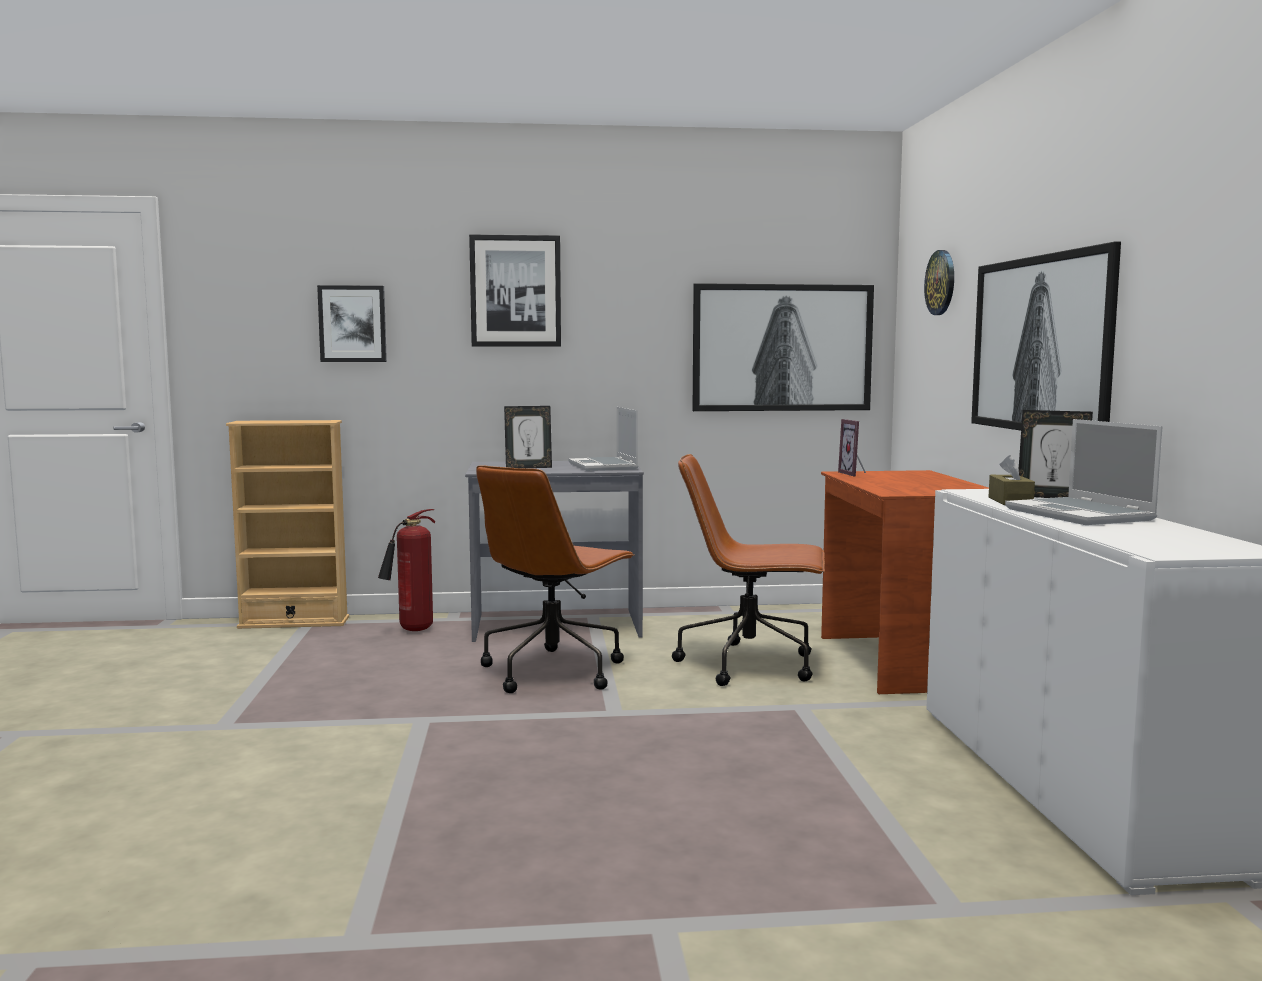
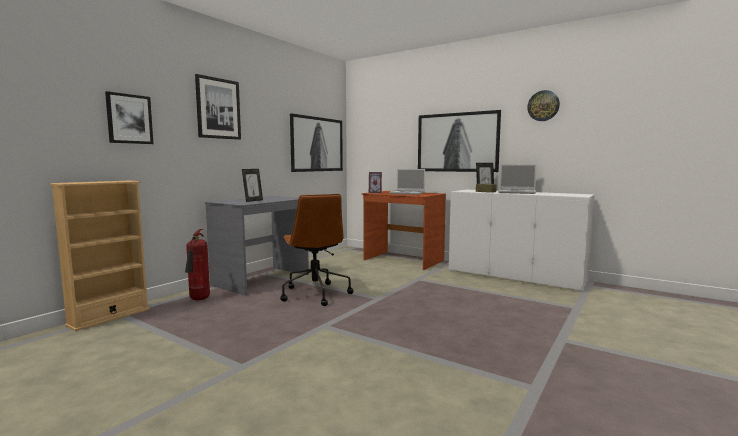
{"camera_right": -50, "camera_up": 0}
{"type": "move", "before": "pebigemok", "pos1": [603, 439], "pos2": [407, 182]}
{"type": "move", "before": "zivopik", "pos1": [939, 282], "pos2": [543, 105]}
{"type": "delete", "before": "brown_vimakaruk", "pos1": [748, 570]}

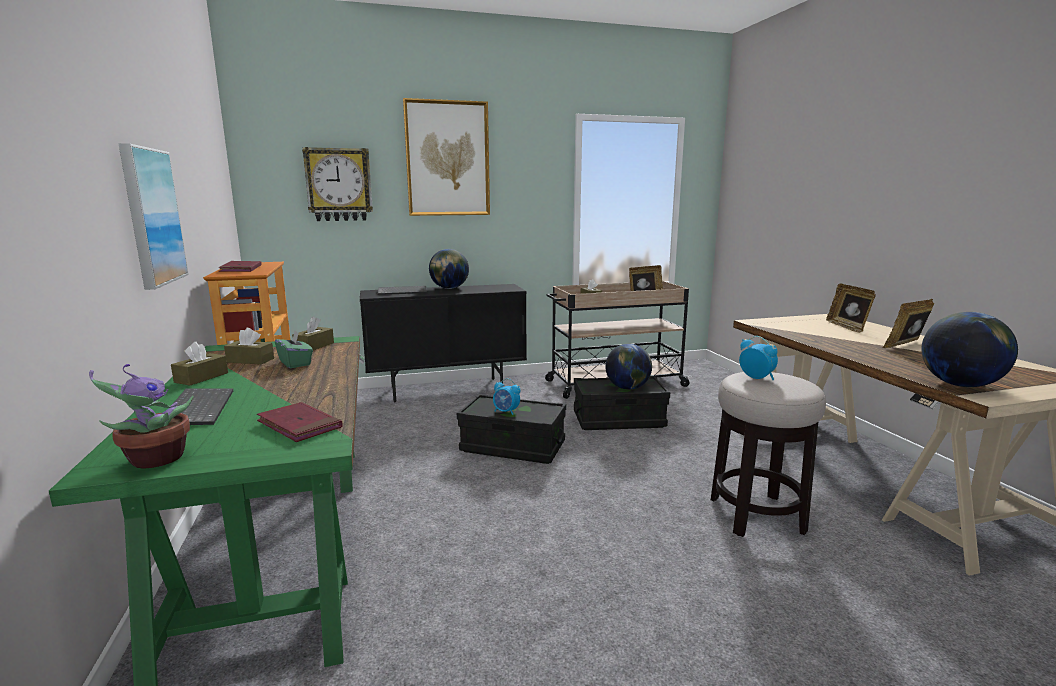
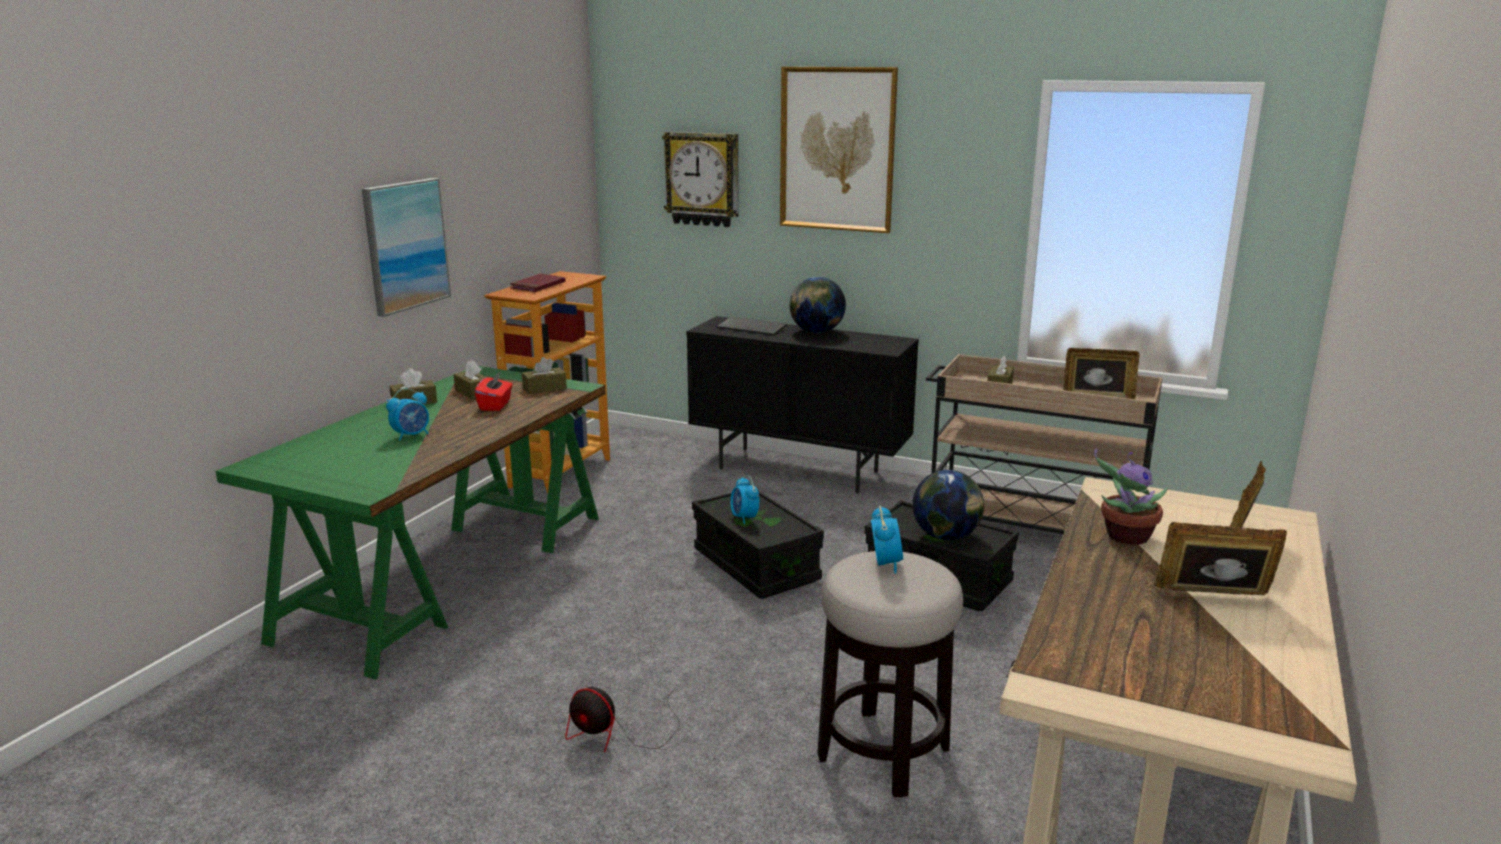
{"camera_right": 40, "camera_up": 5}
{"type": "insert", "after": "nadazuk", "pos2": [407, 414]}
{"type": "recolor", "before": "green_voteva", "after": "red_voteva", "pos1": [294, 349], "pos2": [494, 391]}
{"type": "insert", "after": "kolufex", "pos2": [622, 720]}
{"type": "move", "before": "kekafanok", "pos1": [141, 416], "pos2": [1131, 496]}
{"type": "delete", "before": "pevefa", "pos1": [203, 406]}
{"type": "delete", "before": "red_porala", "pos1": [299, 422]}
{"type": "delete", "before": "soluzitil", "pos1": [969, 349]}

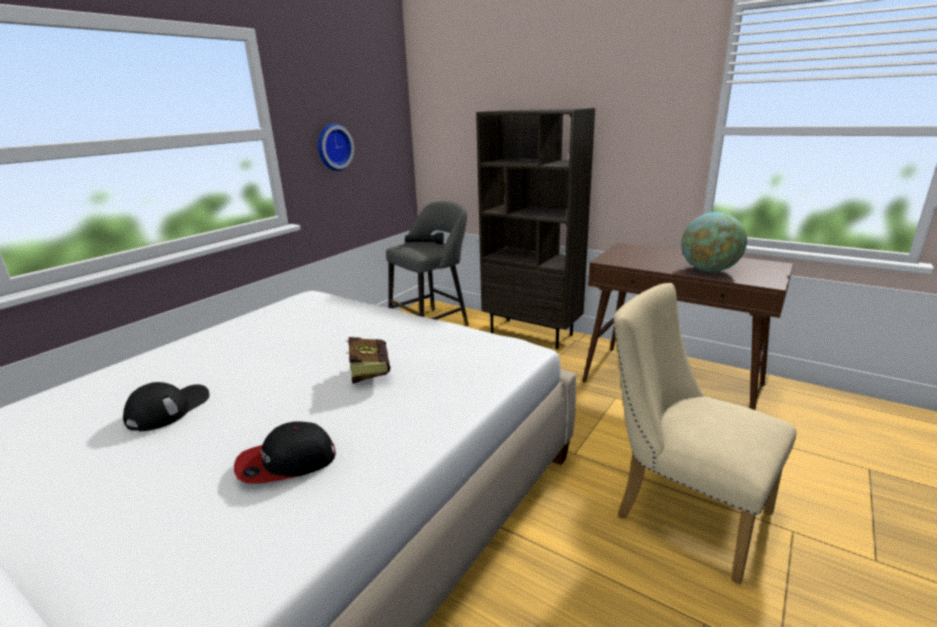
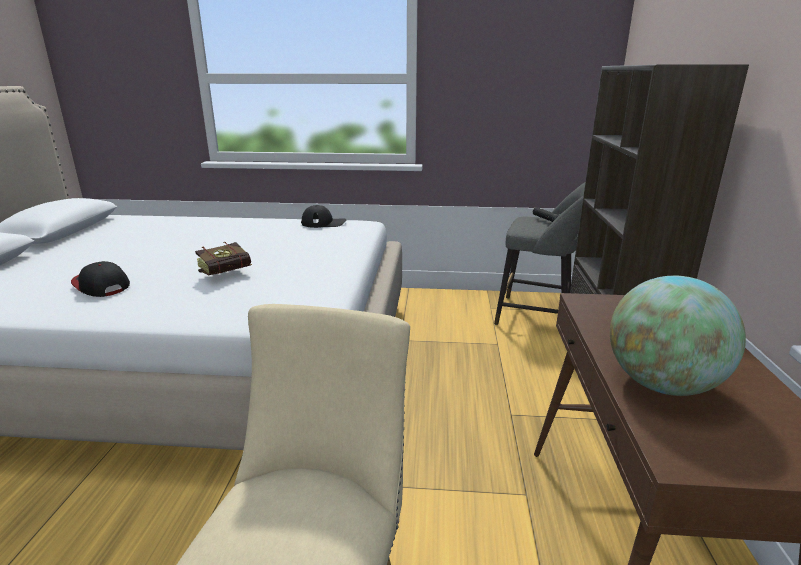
{"camera_right": 60, "camera_up": 0}
{"type": "move", "before": "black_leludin", "pos1": [166, 407], "pos2": [323, 216]}
{"type": "delete", "before": "zivopik", "pos1": [336, 147]}

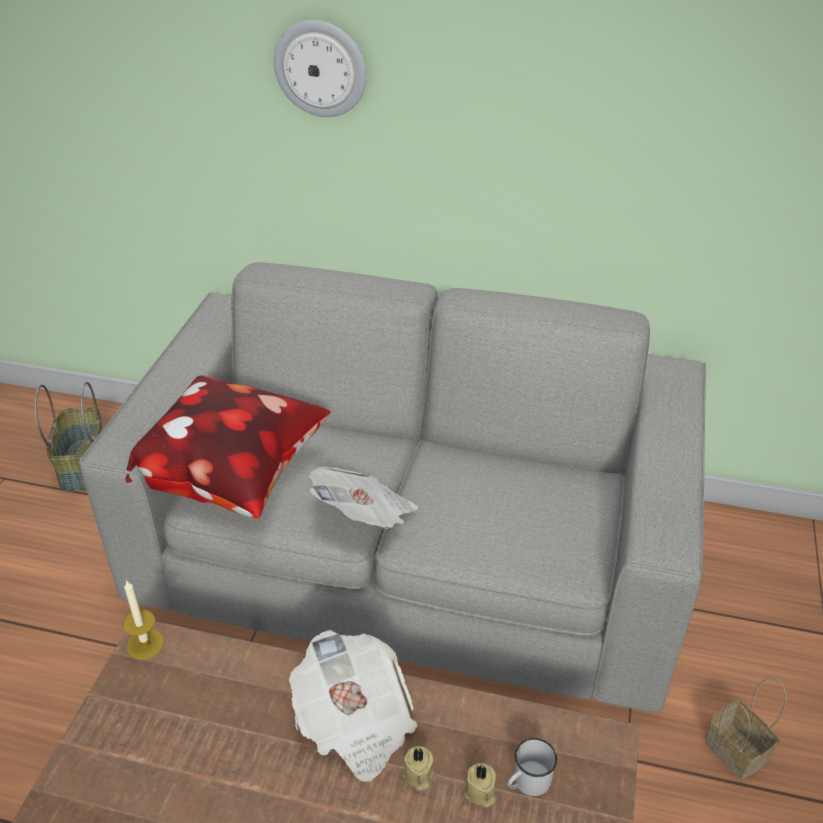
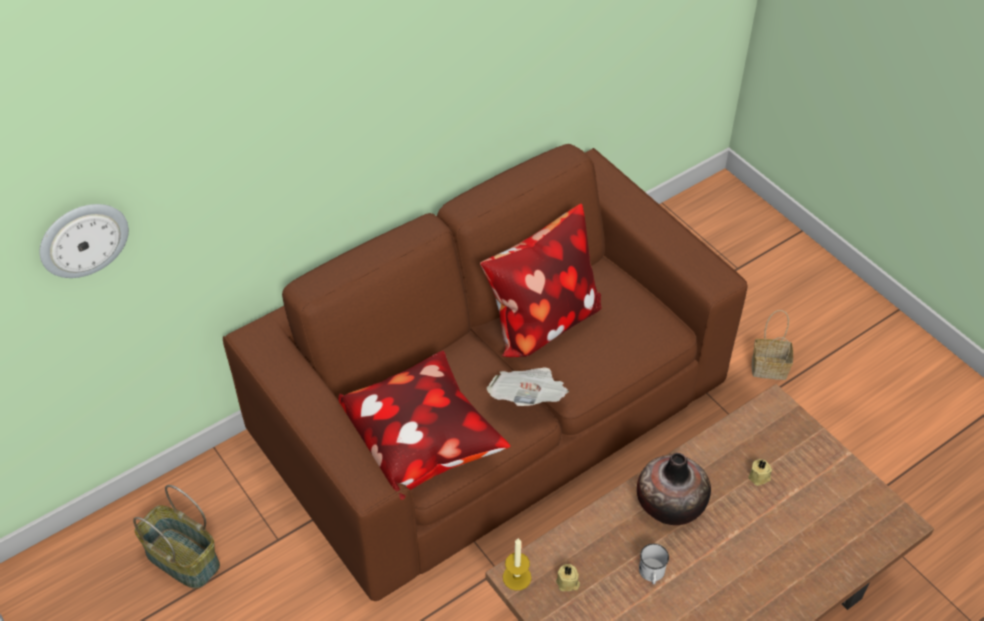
{"camera_right": -50, "camera_up": 10}
{"type": "move", "before": "zivopik", "pos1": [320, 68], "pos2": [84, 241]}
{"type": "recolor", "before": "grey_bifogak", "after": "brown_bifogak", "pos1": [392, 487], "pos2": [485, 372]}
{"type": "insert", "after": "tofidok", "pos2": [541, 280]}
{"type": "move", "before": "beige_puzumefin", "pos1": [418, 768], "pos2": [568, 577]}
{"type": "replace", "before": "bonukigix", "after": "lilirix", "pos1": [353, 706], "pos2": [674, 489]}
{"type": "move", "before": "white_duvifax", "pos1": [532, 767], "pos2": [654, 564]}

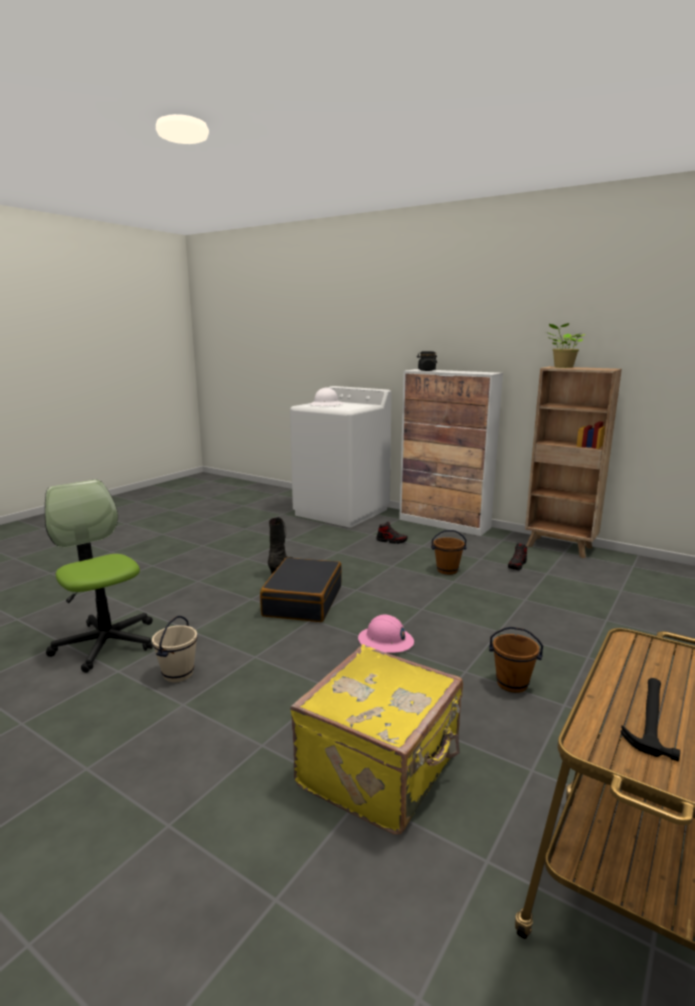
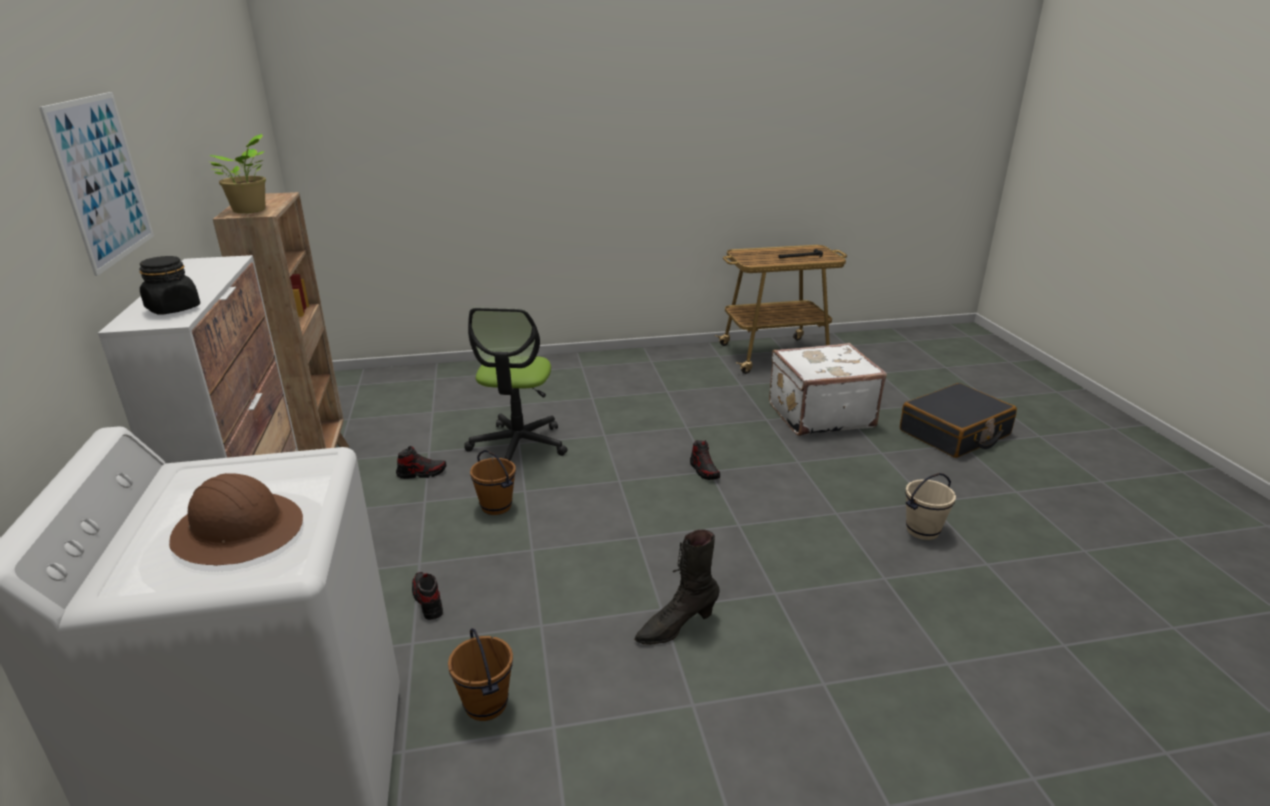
{"camera_right": -135, "camera_up": 10}
{"type": "insert", "after": "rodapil", "pos2": [96, 184]}
{"type": "recolor", "before": "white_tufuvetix", "after": "brown_tufuvetix", "pos1": [326, 397], "pos2": [236, 519]}
{"type": "move", "before": "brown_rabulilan", "pos1": [516, 660], "pos2": [480, 674]}
{"type": "move", "before": "vimakaruk", "pos1": [99, 576], "pos2": [515, 384]}
{"type": "replace", "before": "pink_tufuvetix", "after": "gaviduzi", "pos1": [386, 634], "pos2": [705, 460]}
{"type": "recolor", "before": "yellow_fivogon", "after": "white_fivogon", "pos1": [376, 739], "pos2": [828, 389]}
{"type": "move", "before": "black_fivogon", "pos1": [301, 590], "pos2": [958, 420]}

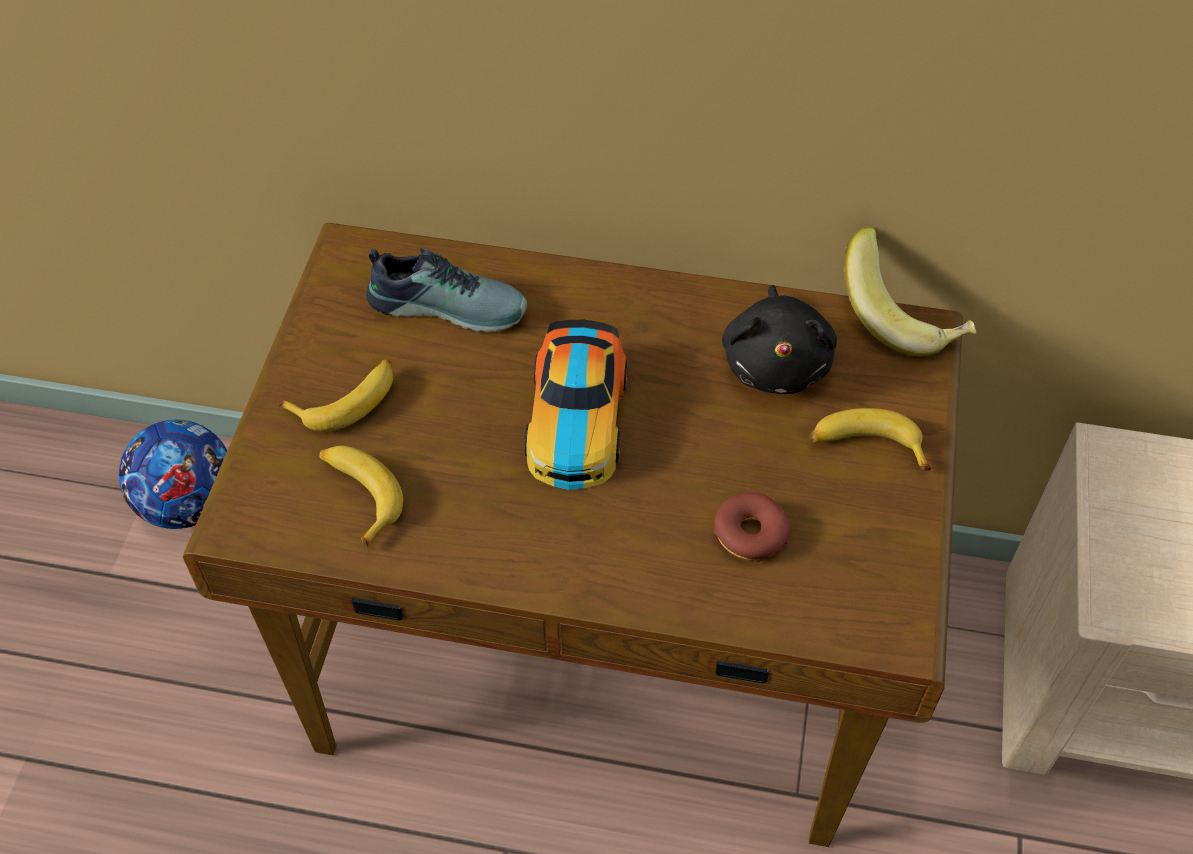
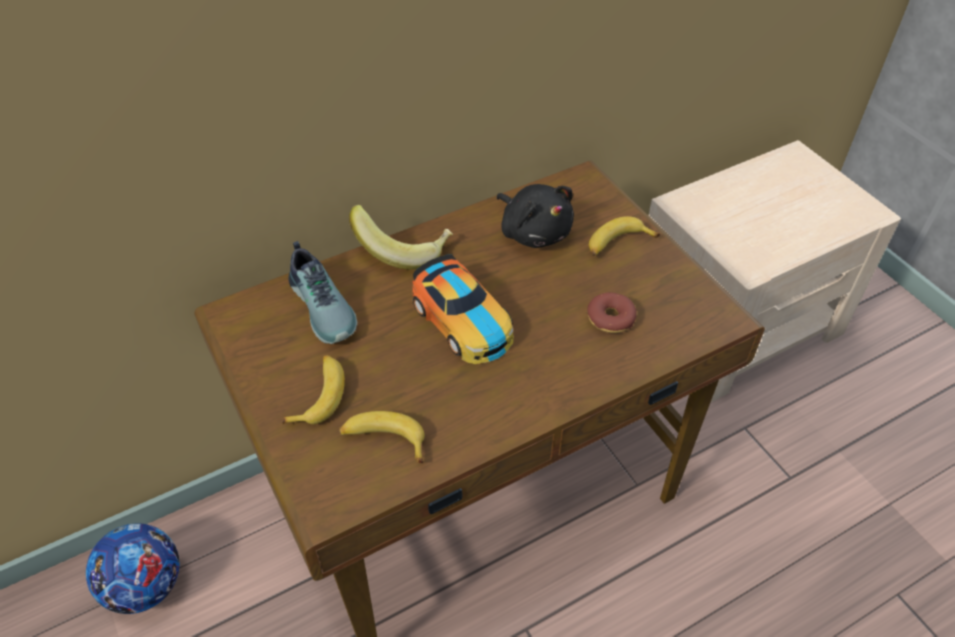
{"camera_right": -40, "camera_up": -5}
{"type": "rotate", "before": "gaviduzi", "pos1": [446, 290], "pos2": [323, 292], "turn": 90}
{"type": "move", "before": "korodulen", "pos1": [910, 291], "pos2": [401, 237]}

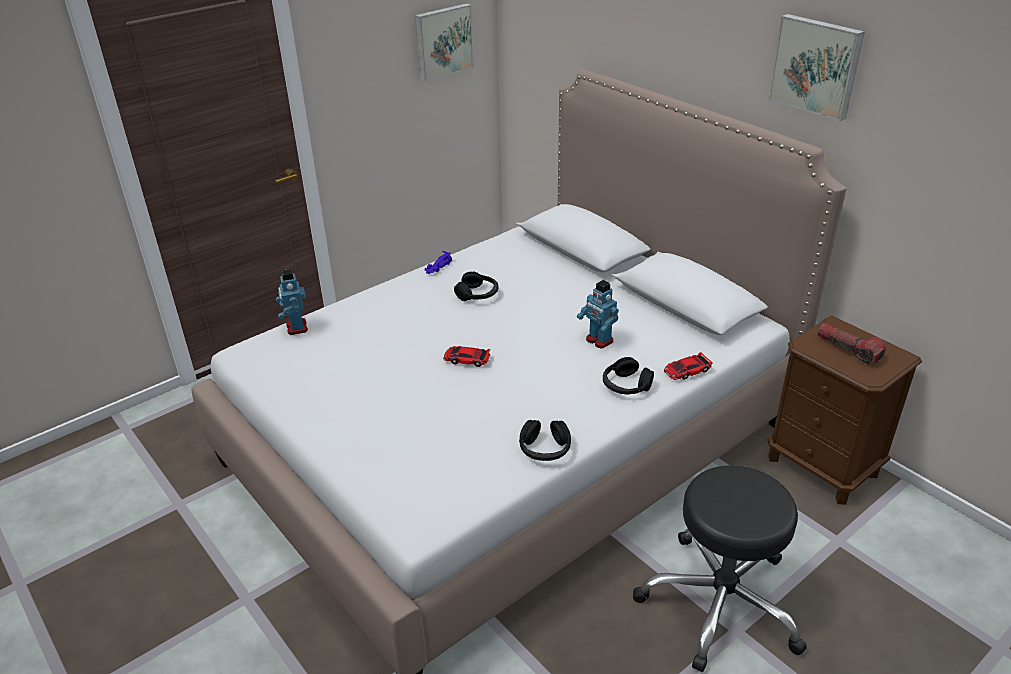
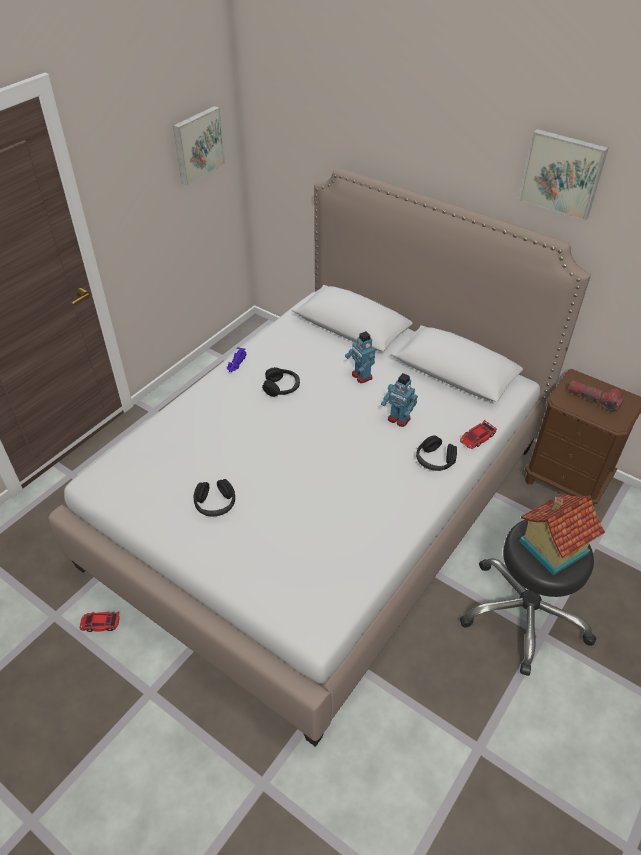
{"camera_right": -15, "camera_up": 10}
{"type": "move", "before": "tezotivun", "pos1": [466, 356], "pos2": [100, 622]}
{"type": "move", "before": "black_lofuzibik", "pos1": [545, 440], "pos2": [214, 497]}
{"type": "move", "before": "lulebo", "pos1": [292, 302], "pos2": [360, 357]}
{"type": "insert", "after": "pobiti", "pos2": [562, 534]}

